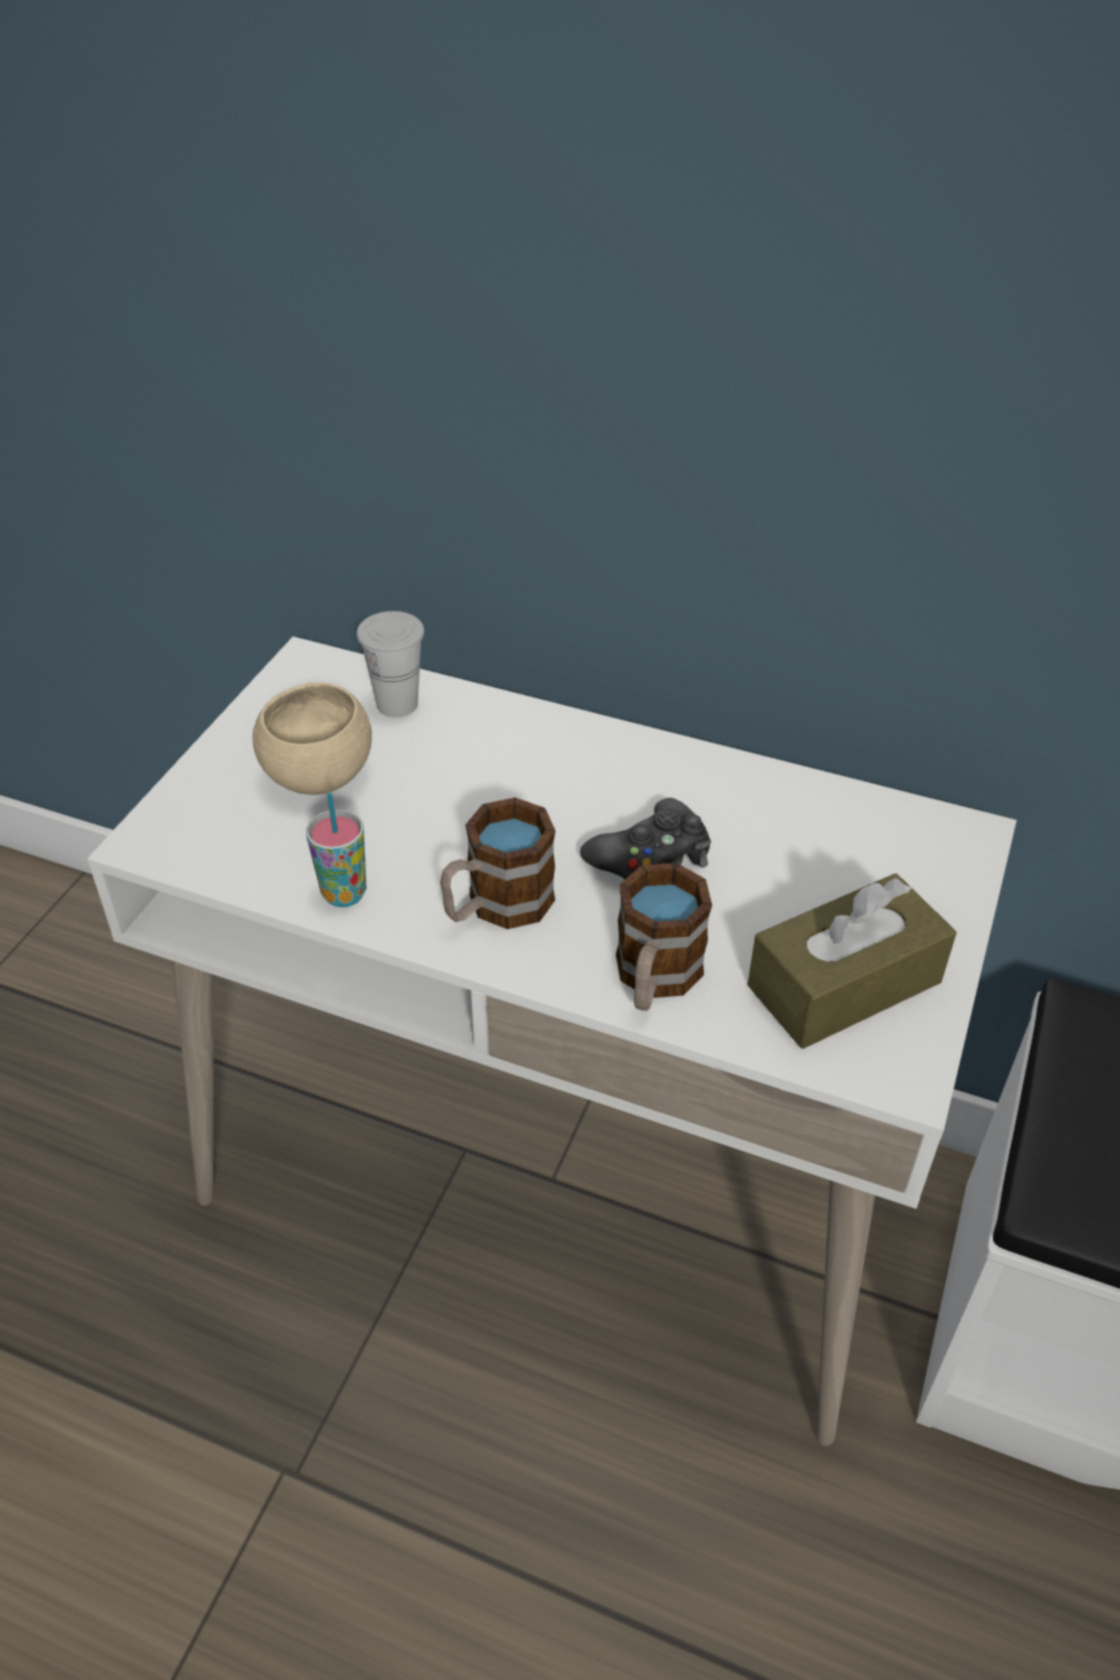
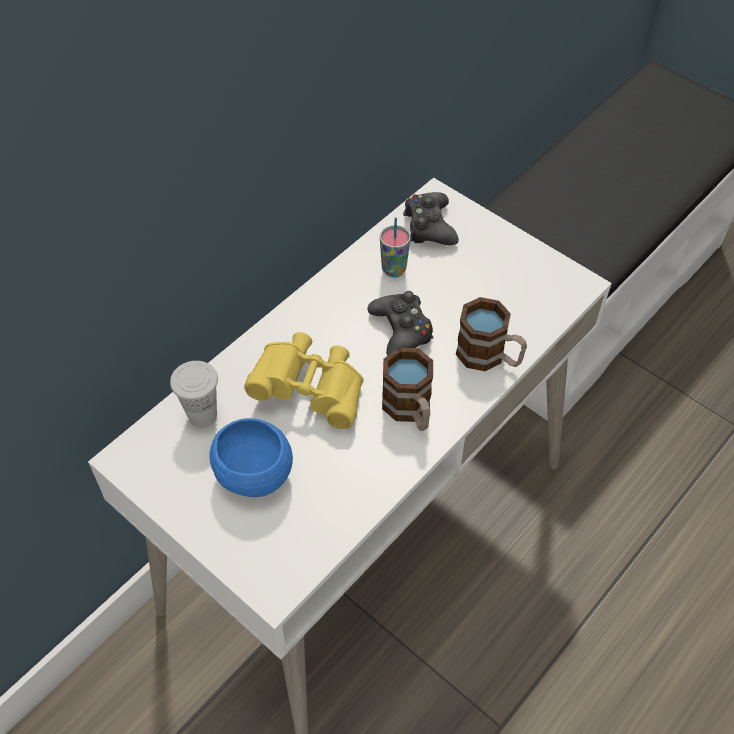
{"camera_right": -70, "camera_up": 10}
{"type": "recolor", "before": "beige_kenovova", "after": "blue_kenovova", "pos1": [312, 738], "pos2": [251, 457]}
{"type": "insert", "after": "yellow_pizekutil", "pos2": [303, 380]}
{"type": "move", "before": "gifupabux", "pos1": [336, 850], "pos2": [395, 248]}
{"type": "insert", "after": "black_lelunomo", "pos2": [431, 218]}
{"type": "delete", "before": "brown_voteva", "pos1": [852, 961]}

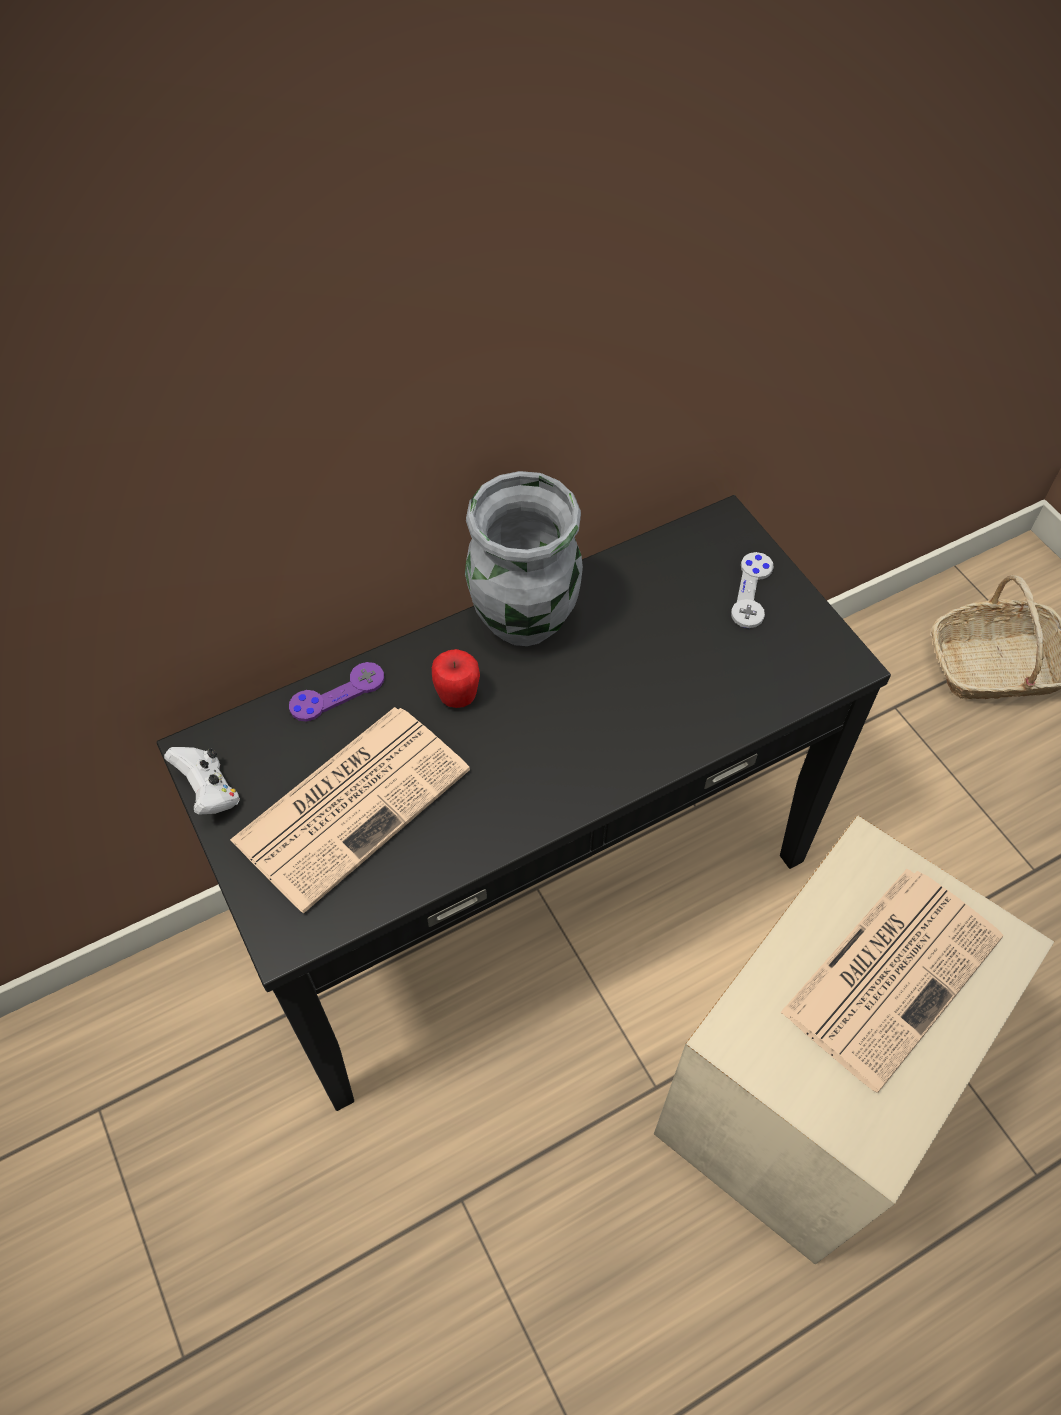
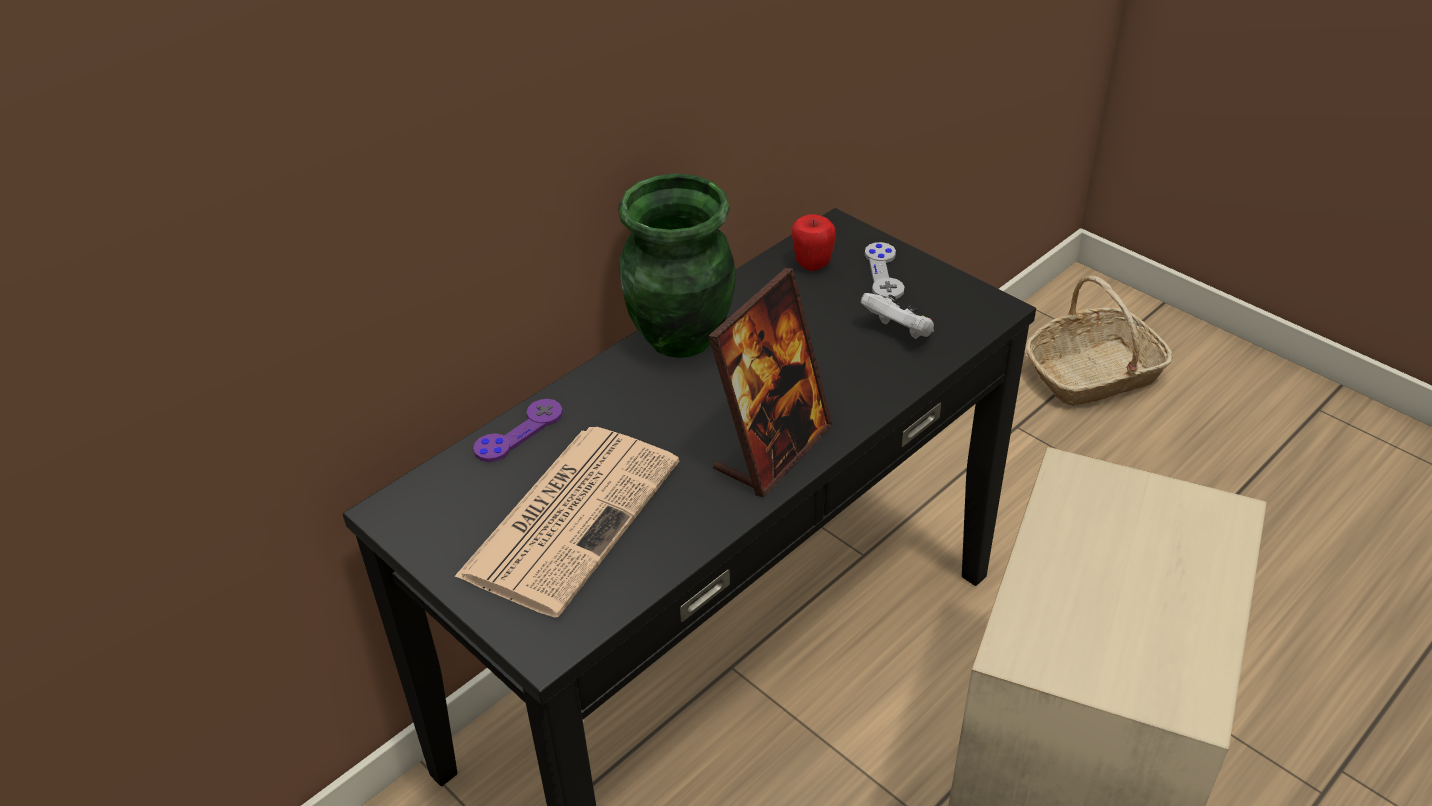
{"camera_right": -15, "camera_up": -15}
{"type": "recolor", "before": "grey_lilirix", "after": "green_lilirix", "pos1": [524, 558], "pos2": [677, 265]}
{"type": "insert", "after": "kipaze", "pos2": [770, 383]}
{"type": "move", "before": "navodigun", "pos1": [456, 678], "pos2": [813, 242]}
{"type": "move", "before": "white_lelunomo", "pos1": [202, 781], "pos2": [897, 316]}
{"type": "delete", "before": "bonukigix", "pos1": [892, 981]}

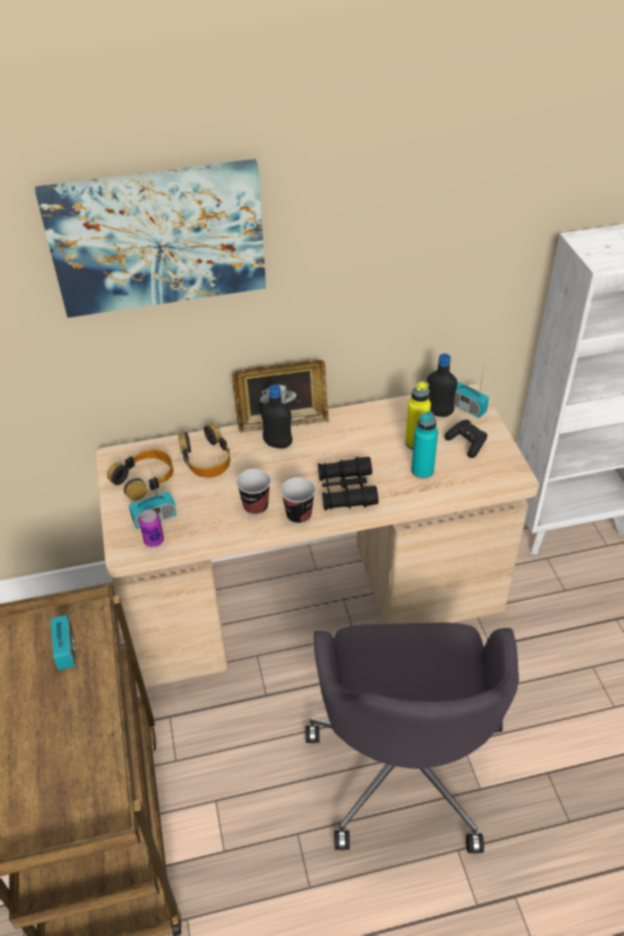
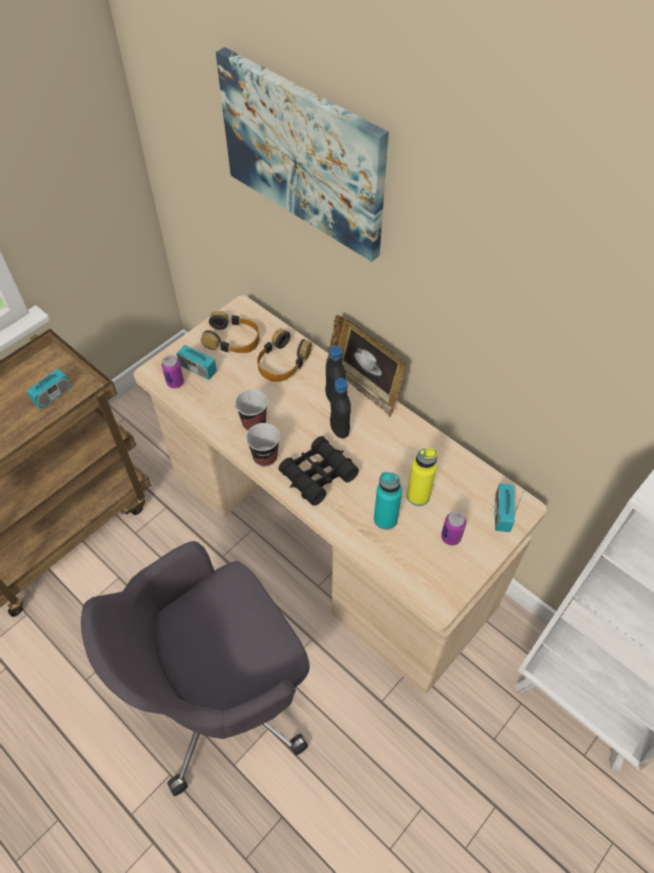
{"camera_right": 55, "camera_up": 10}
{"type": "move", "before": "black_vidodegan", "pos1": [442, 385], "pos2": [340, 408]}
{"type": "replace", "before": "black_lelunomo", "after": "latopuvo", "pos1": [465, 439], "pos2": [453, 528]}

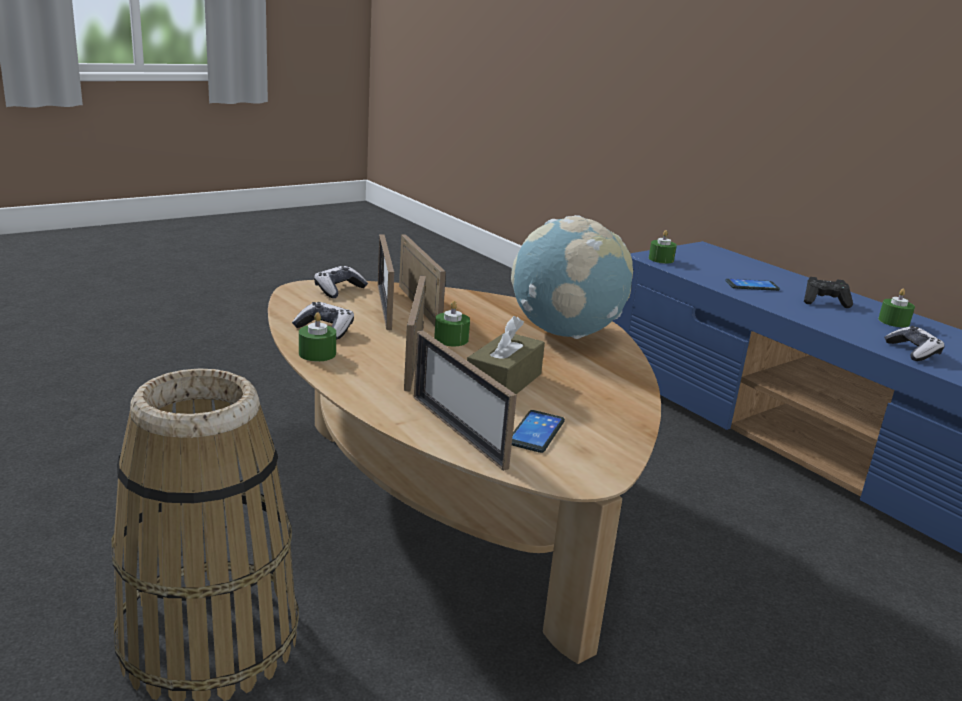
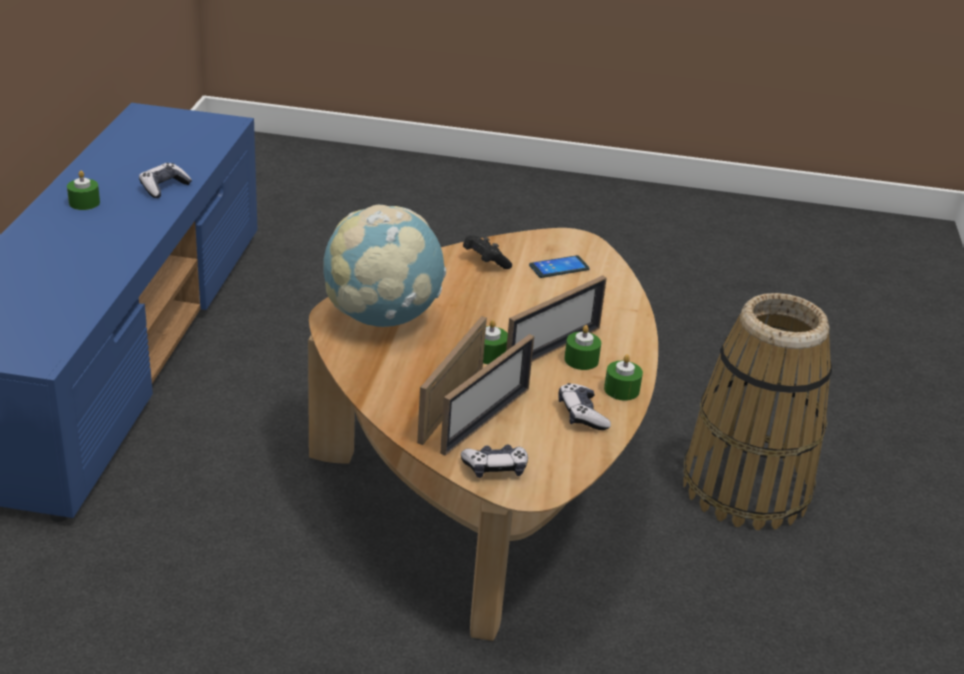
{"camera_right": -135, "camera_up": 10}
{"type": "move", "before": "black_lelunomo", "pos1": [828, 292], "pos2": [487, 252]}
{"type": "move", "before": "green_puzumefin", "pos1": [663, 246], "pos2": [582, 347]}
{"type": "delete", "before": "kipaze", "pos1": [465, 400]}
{"type": "delete", "before": "brown_voteva", "pos1": [506, 355]}
{"type": "delete", "before": "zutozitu", "pos1": [752, 285]}

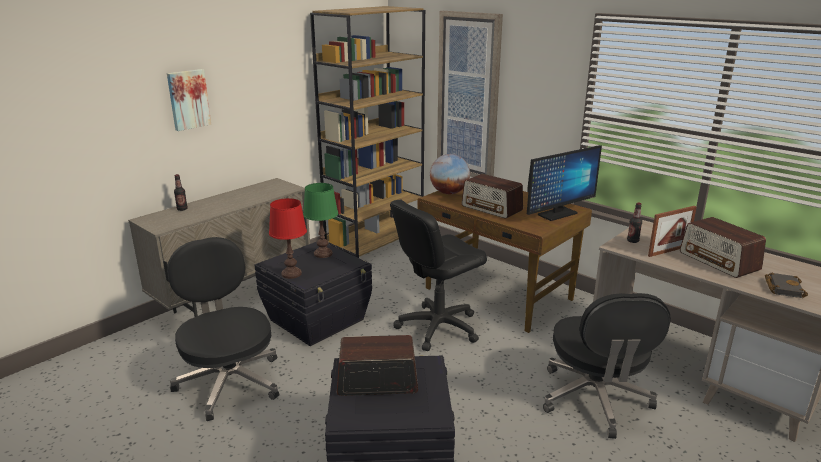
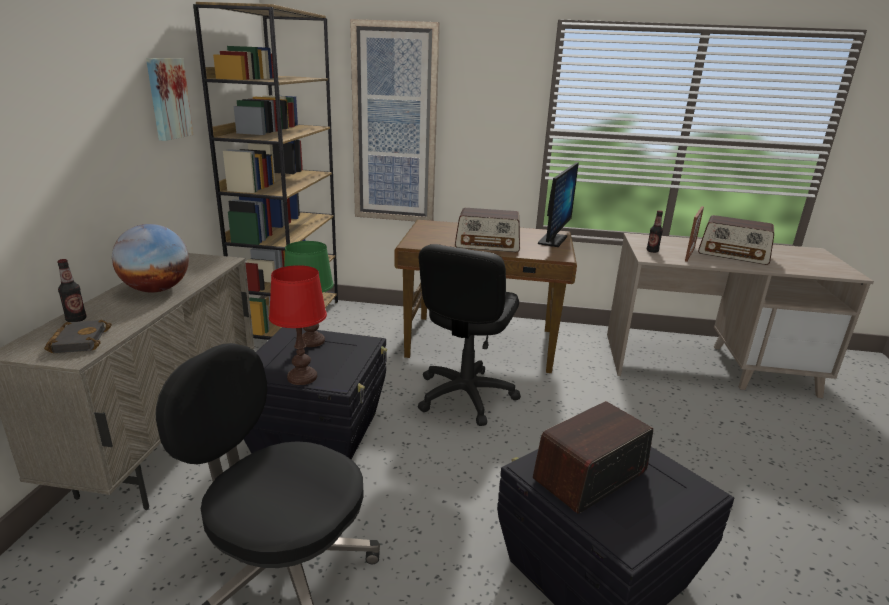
{"camera_right": -35, "camera_up": 0}
{"type": "move", "before": "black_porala", "pos1": [786, 285], "pos2": [78, 336]}
{"type": "move", "before": "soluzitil", "pos1": [450, 174], "pos2": [150, 258]}
{"type": "move", "before": "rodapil", "pos1": [189, 100], "pos2": [169, 99]}
{"type": "delete", "before": "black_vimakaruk", "pos1": [607, 366]}

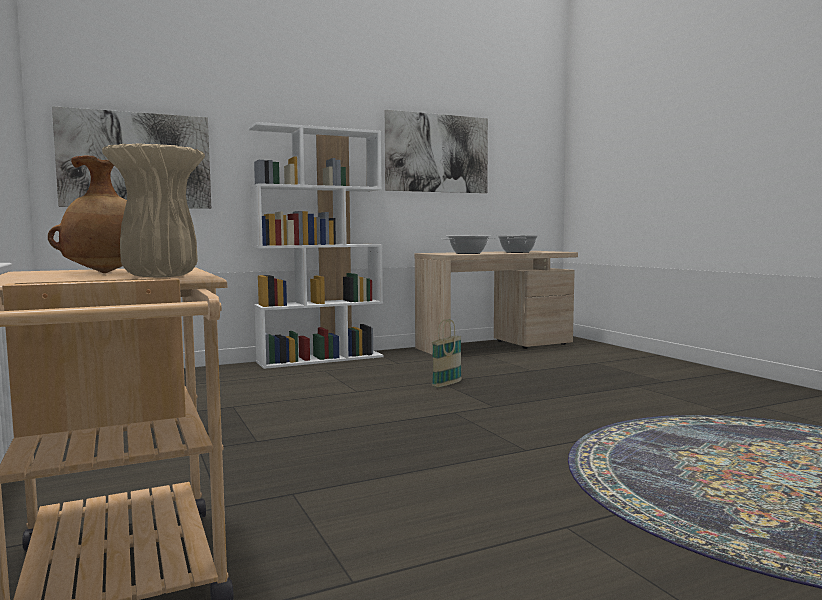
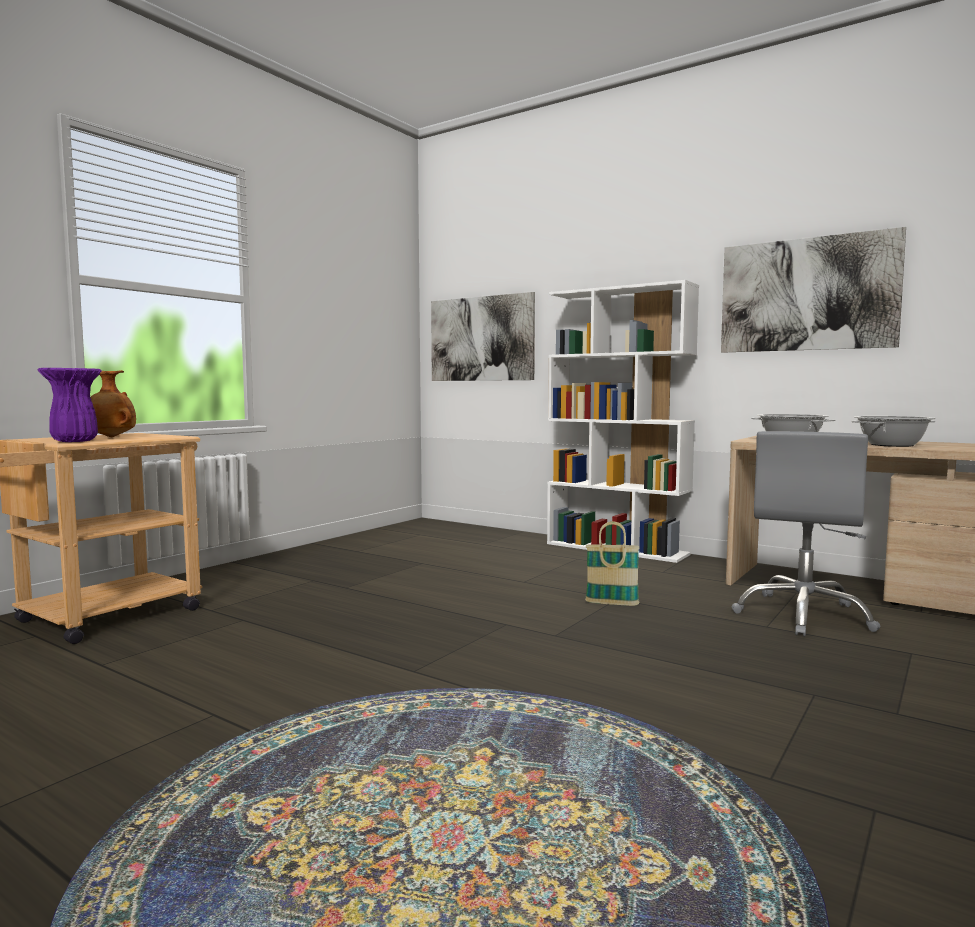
{"camera_right": 60, "camera_up": 0}
{"type": "recolor", "before": "beige_lilirix", "after": "purple_lilirix", "pos1": [153, 210], "pos2": [69, 405]}
{"type": "insert", "after": "grey_vimakaruk", "pos2": [805, 533]}

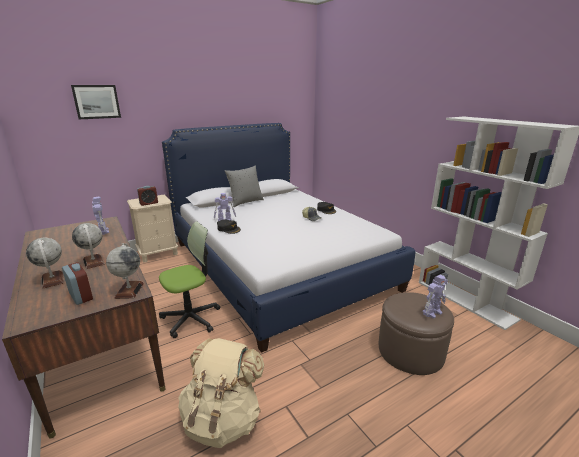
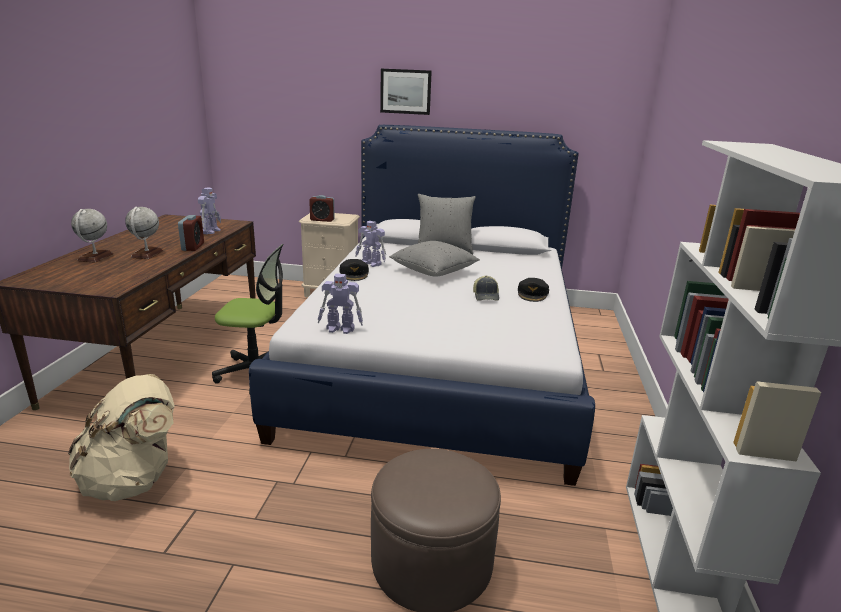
{"camera_right": 40, "camera_up": 0}
{"type": "move", "before": "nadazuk", "pos1": [77, 283], "pos2": [191, 233]}
{"type": "move", "before": "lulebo", "pos1": [435, 296], "pos2": [340, 303]}
{"type": "move", "before": "rodapil", "pos1": [96, 102], "pos2": [406, 92]}
{"type": "insert", "after": "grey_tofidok", "pos2": [434, 259]}
{"type": "delete", "before": "soluzitil", "pos1": [125, 271]}

